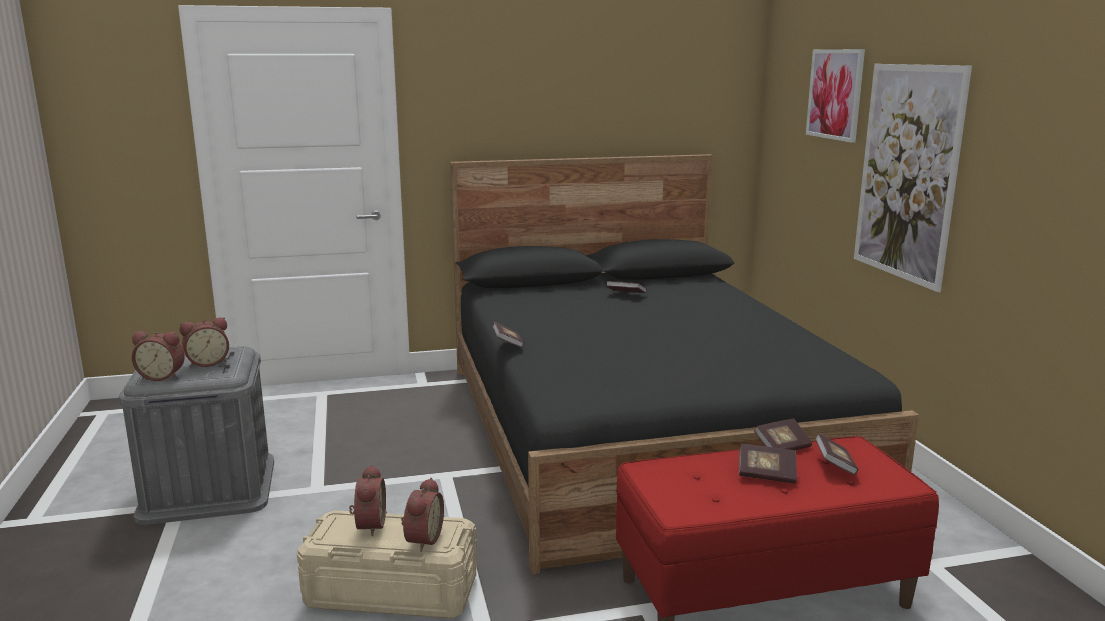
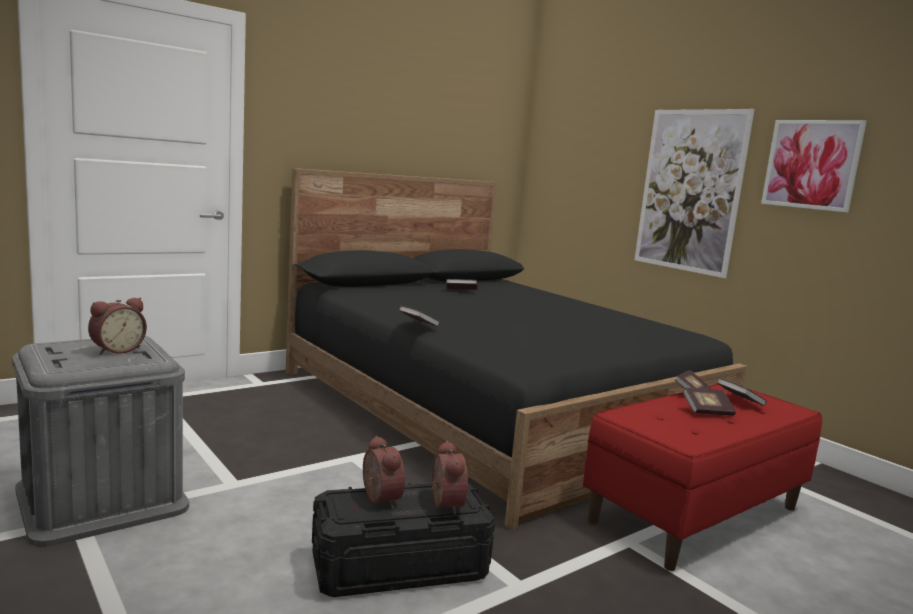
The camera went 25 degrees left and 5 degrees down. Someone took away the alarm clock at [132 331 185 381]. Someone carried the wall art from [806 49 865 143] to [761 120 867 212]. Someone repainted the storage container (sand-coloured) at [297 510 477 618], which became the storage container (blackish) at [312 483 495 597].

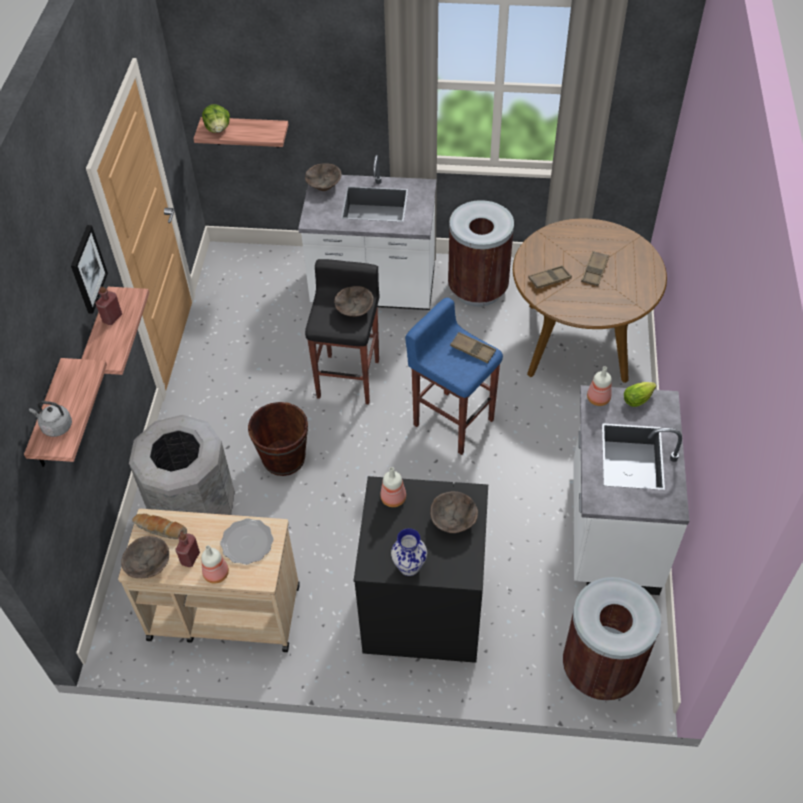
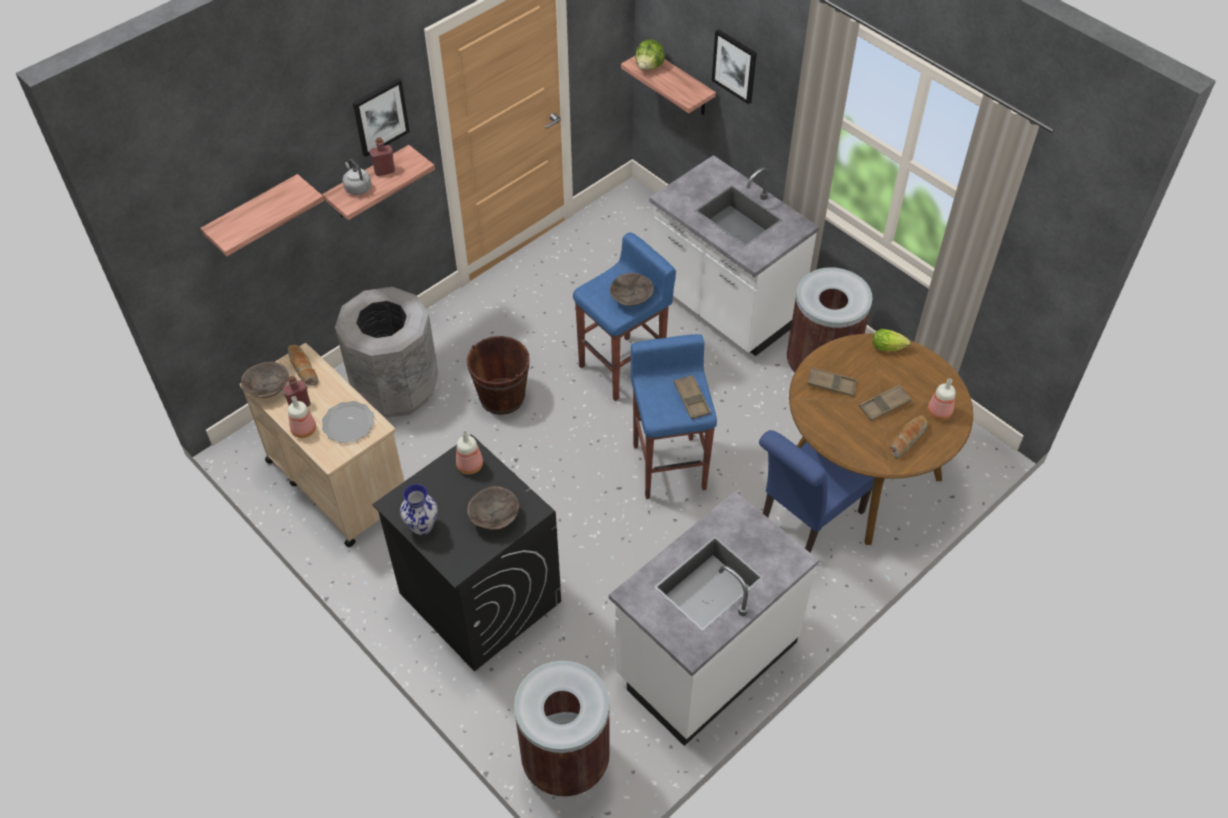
The camera went 40 degrees right and 0 degrees up. Someone took away the serving bowl (brownish) at [305 163 342 191]. Someone put up the wall art at [712 29 757 104]. Someone put down the chair (bluish) at [759 430 874 553]. Someone put down the bakery bread at [890 415 928 458]. Someone carried the water kettle (greyish) from [29 401 72 437] to [343 159 371 195]. Someone carried the bottle from [587 366 612 406] to [928 378 956 420]. Someone carried the head of lettuce from [624 382 656 407] to [873 329 910 351]. Someone repainted the stool seat (blackish) at [305 259 380 404], which became the stool seat (bluish) at [573 232 676 401].

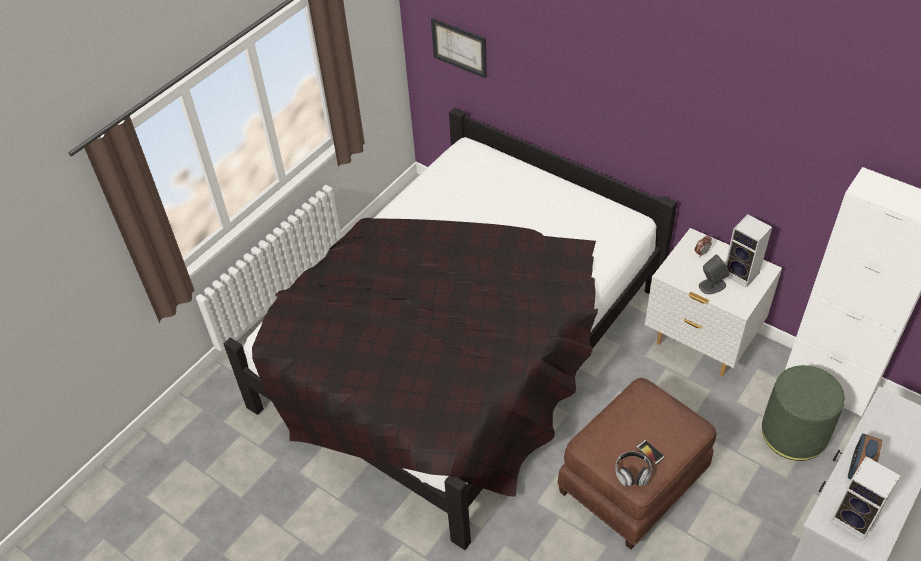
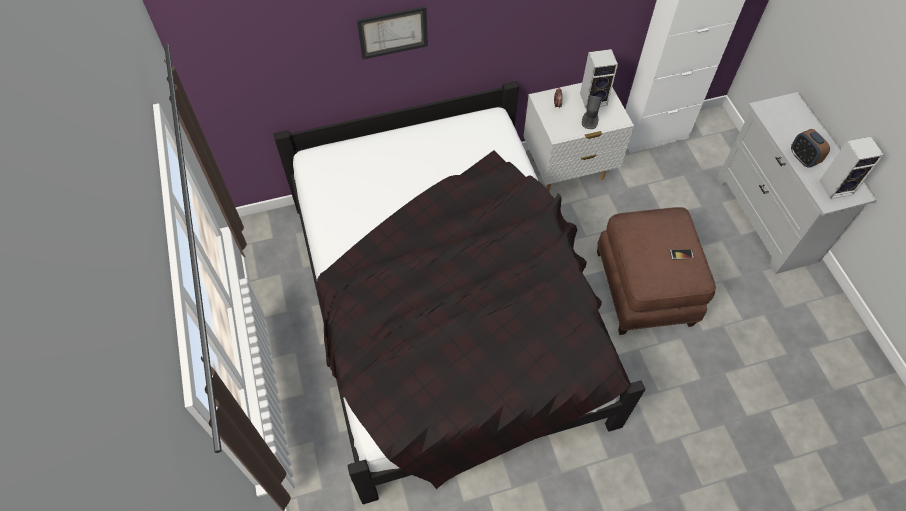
The camera went 55 degrees left and 10 degrees up. Someone took away the headphones at [615 451 652 486]. Someone took away the ottoman (green-coloured) at [762 365 845 461]. Someone carried the wall art from [431 18 487 78] to [357 6 428 60].

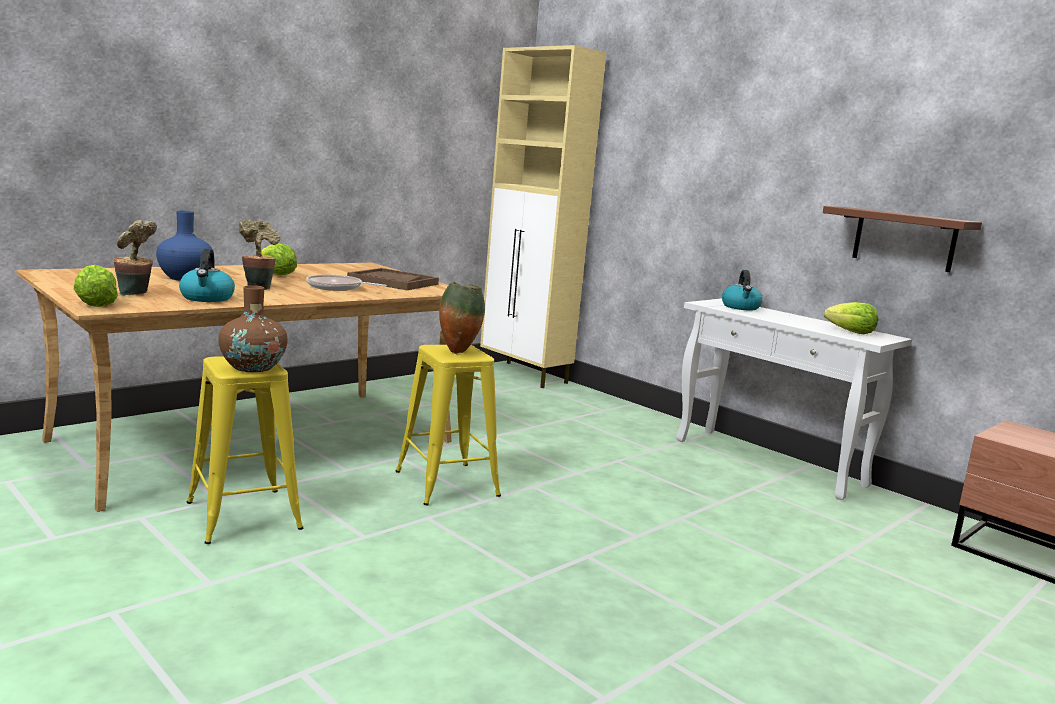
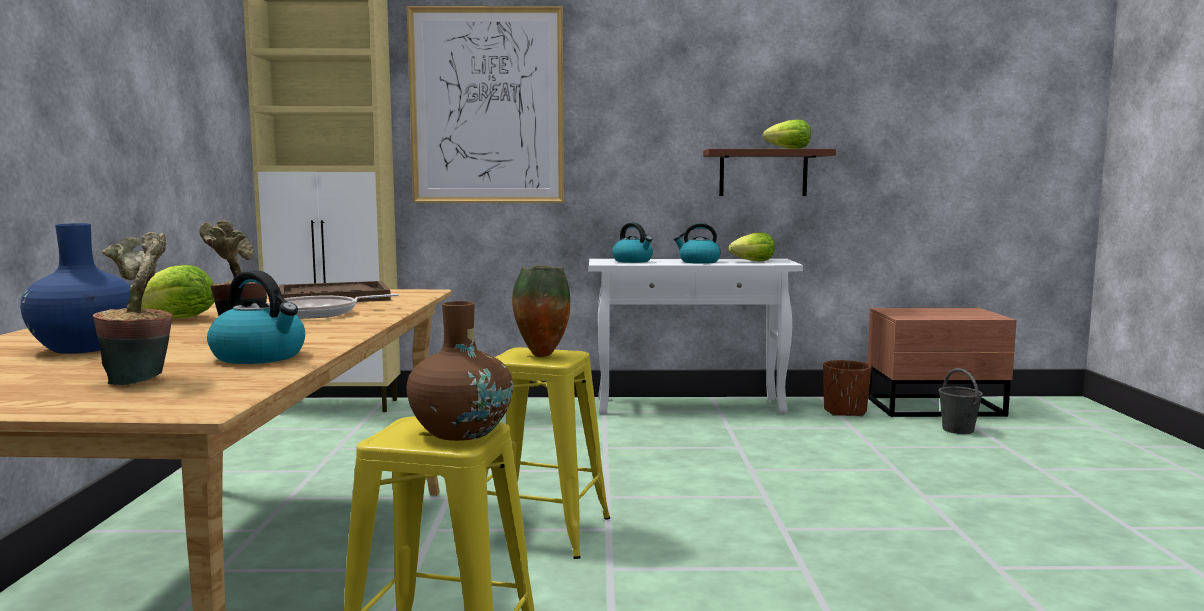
The camera went 45 degrees left and 5 degrees down. Someone put up the wall art at [407 6 564 203]. Someone put down the water kettle at [674 223 721 264]. Someone put down the flower pot (brownish) at [823 360 872 416]. Someone put down the water bucket (greyish) at [939 368 983 434]. Someone carried the head of lettuce from [74 265 118 307] to [763 120 811 149].

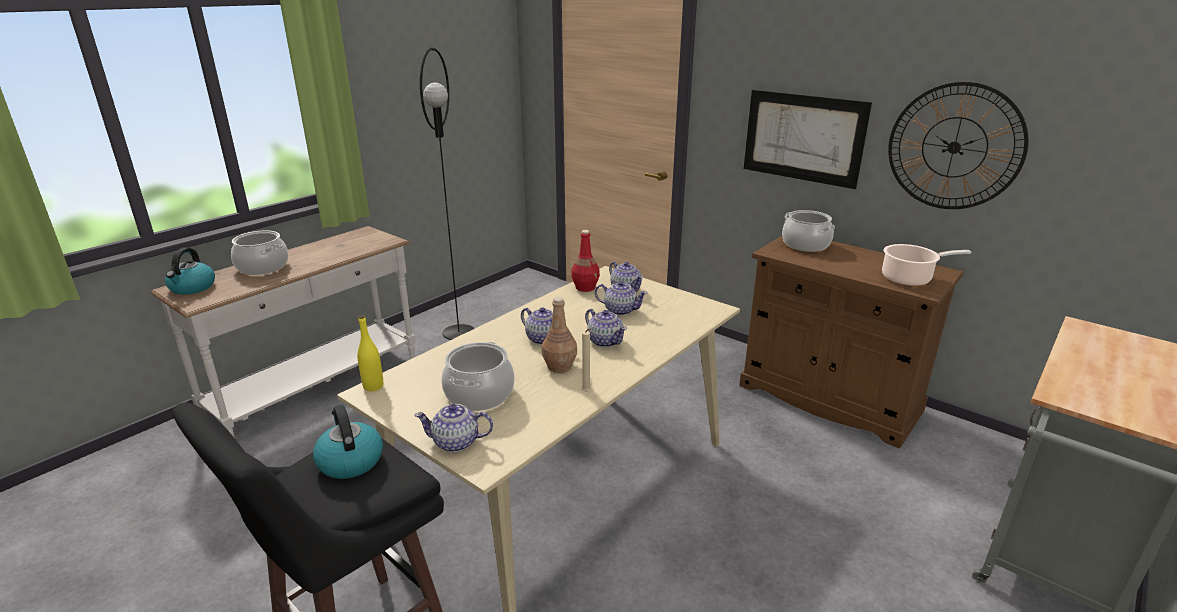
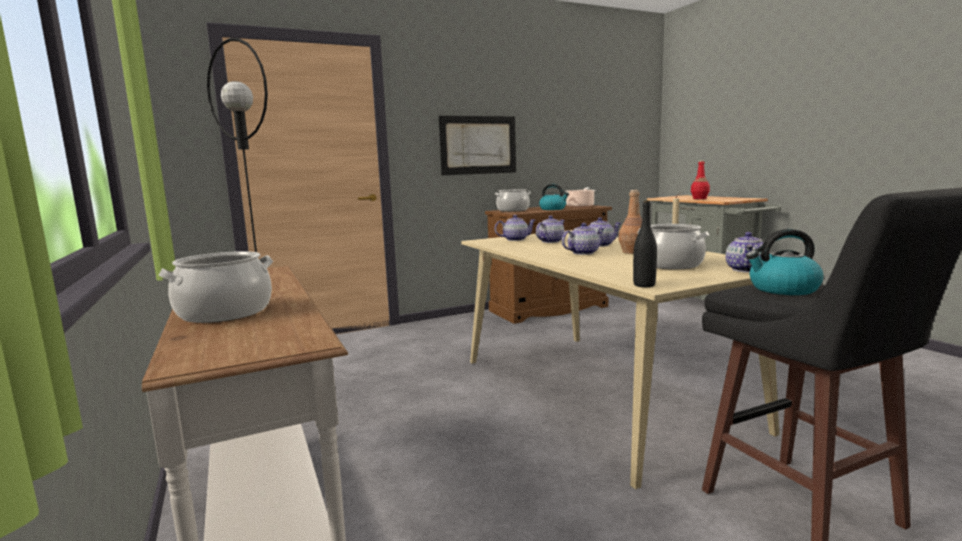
The camera went 65 degrees left and 15 degrees down. Someone took away the clock on the wall at [888 82 1029 209]. Someone carried the water kettle from [165 247 215 295] to [539 184 569 210]. Someone carried the bottle (red) from [571 230 600 292] to [691 160 710 199]. Someone repainted the bottle (yellowish) at [357 315 383 392], which became the bottle (blackish) at [633 200 657 287].

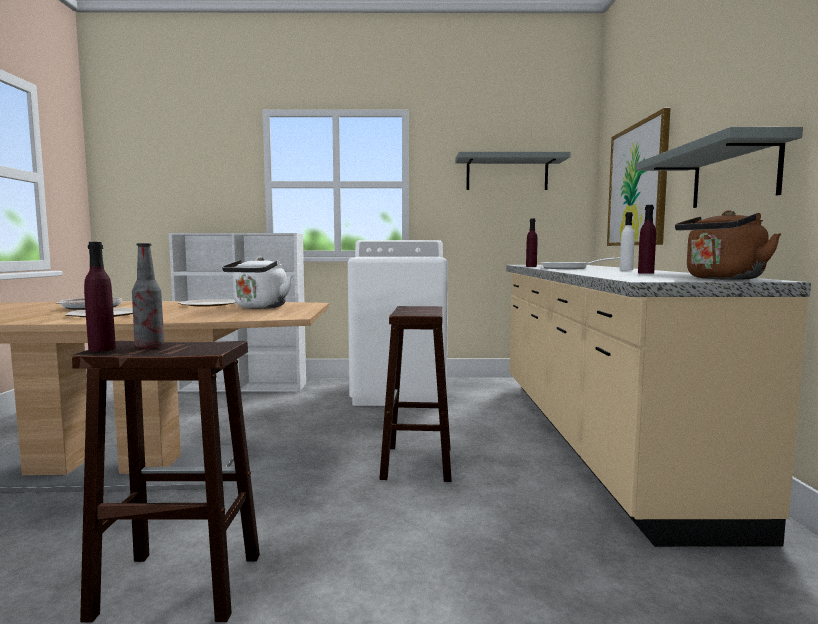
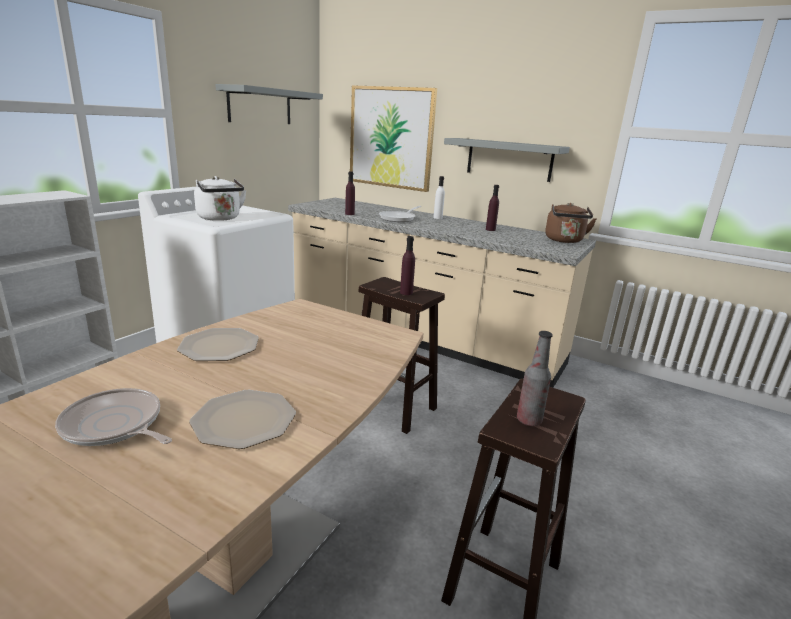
The camera went 60 degrees left and 15 degrees up. Someone carried the bottle (purple-coloured) from [84 242 116 352] to [400 236 415 295]. Someone carried the water kettle (white-coloured) from [222 257 293 309] to [194 176 247 221].

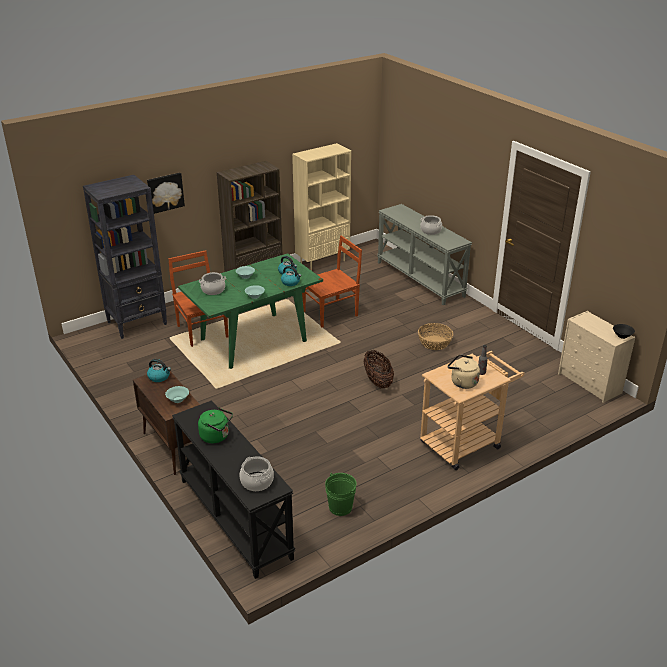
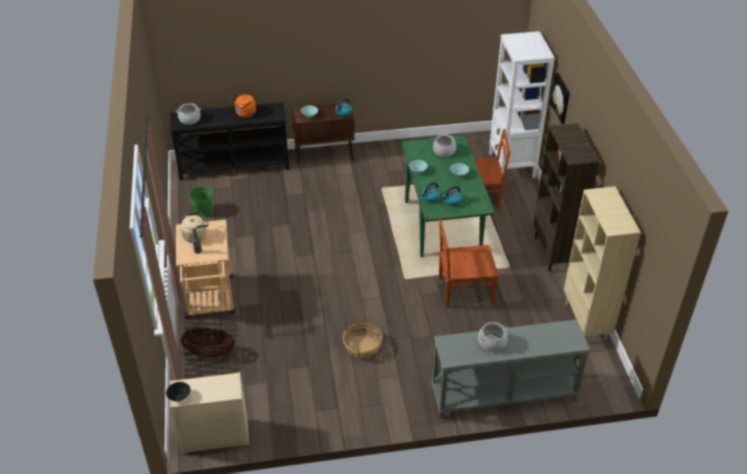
The camera went 115 degrees right and 10 degrees up. Someone carried the basket from [364 350 394 388] to [181 328 235 357]. Someone repainted the bookshelf (blackish) at [83 175 167 339], which became the bookshelf (white-coloured) at [489 31 555 178]. Someone repainted the water kettle (green-coloured) at [198 408 233 443], which became the water kettle (orange-coloured) at [231 94 256 118]. Someone rotated the chair (brownish) at [302 236 362 327] by 90 degrees clockwise.

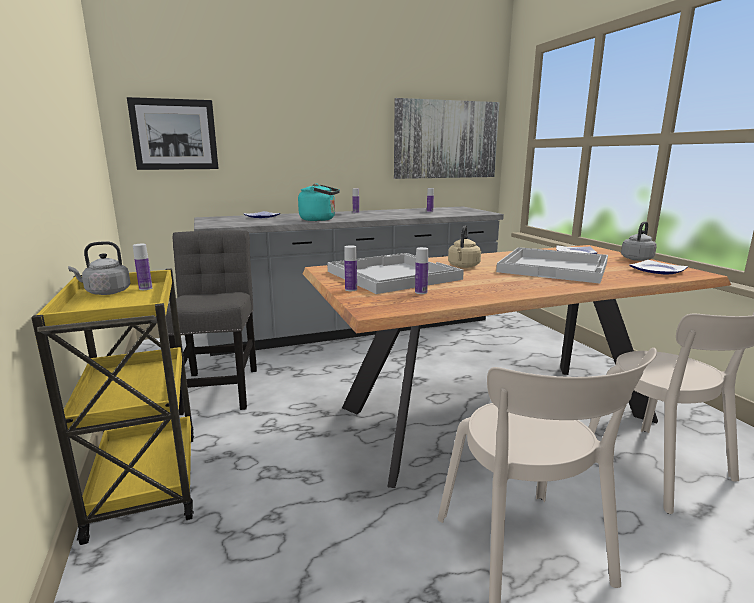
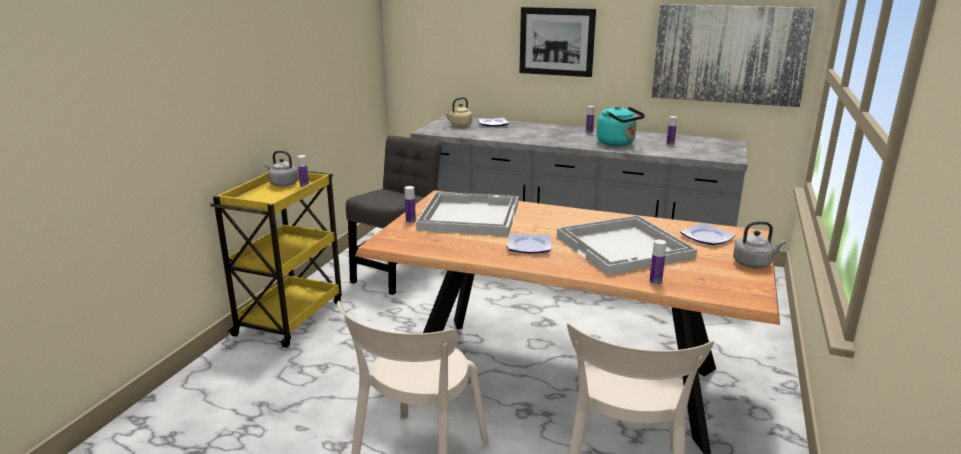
The camera went 40 degrees right and 5 degrees up. Someone carried the wall art from [127 97 219 170] to [519 7 596 77]. Someone carried the water kettle (turquoise) from [298 183 340 221] to [597 106 645 146]. Someone carried the bottle from [415 247 428 294] to [649 239 666 285]. Someone carried the water kettle (sand-coloured) from [448 225 481 268] to [444 97 472 127]. Someone carried the dinner plate from [629 260 688 275] to [507 233 552 253].

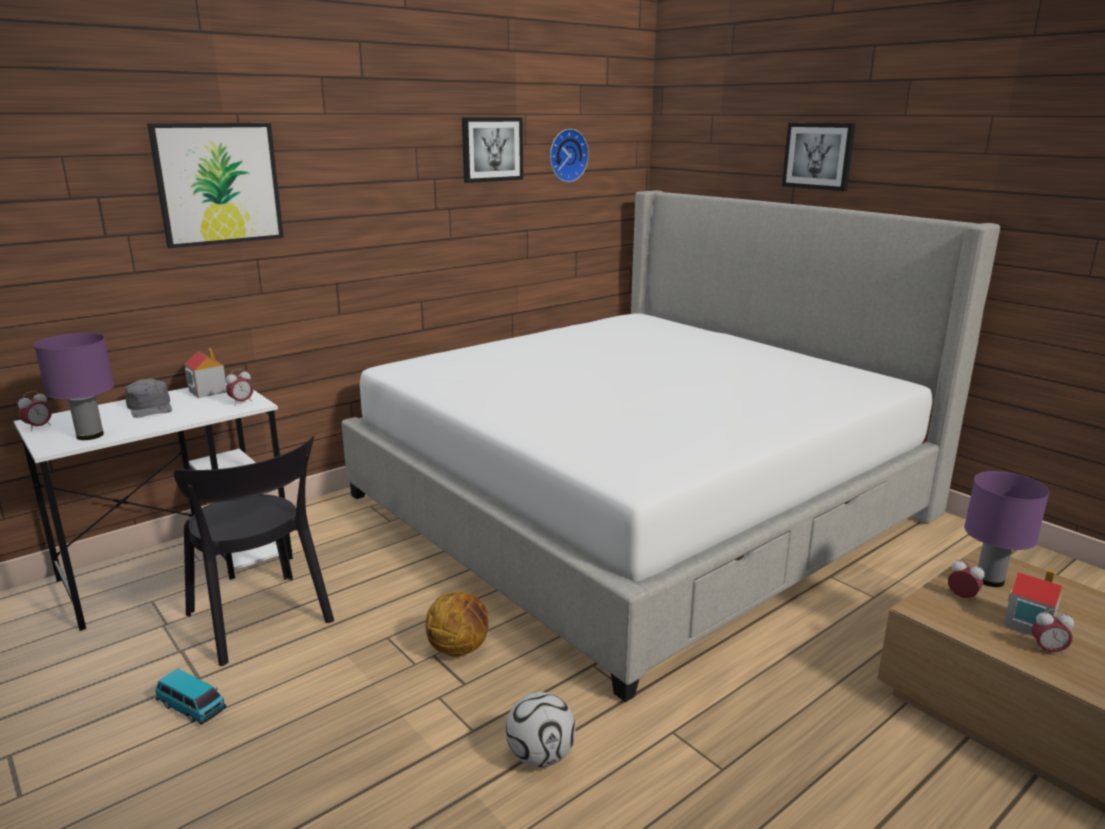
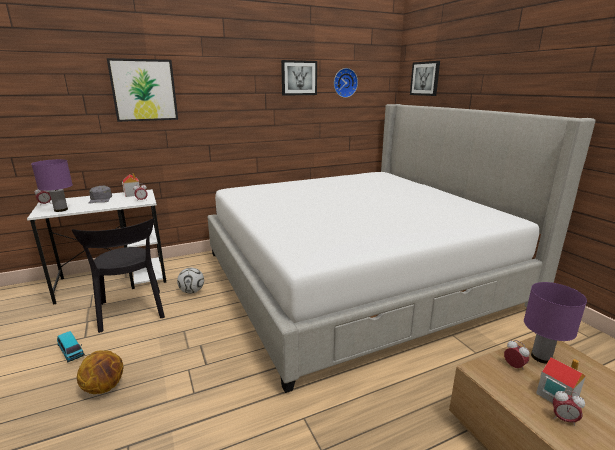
The camera went 15 degrees right and 0 degrees up. Someone carried the ball for basketball from [425 591 489 657] to [77 350 123 394]. Someone carried the football ball from [506 692 576 767] to [177 268 204 294]. Someone carried the wall art from [782 123 855 191] to [410 61 440 96].

